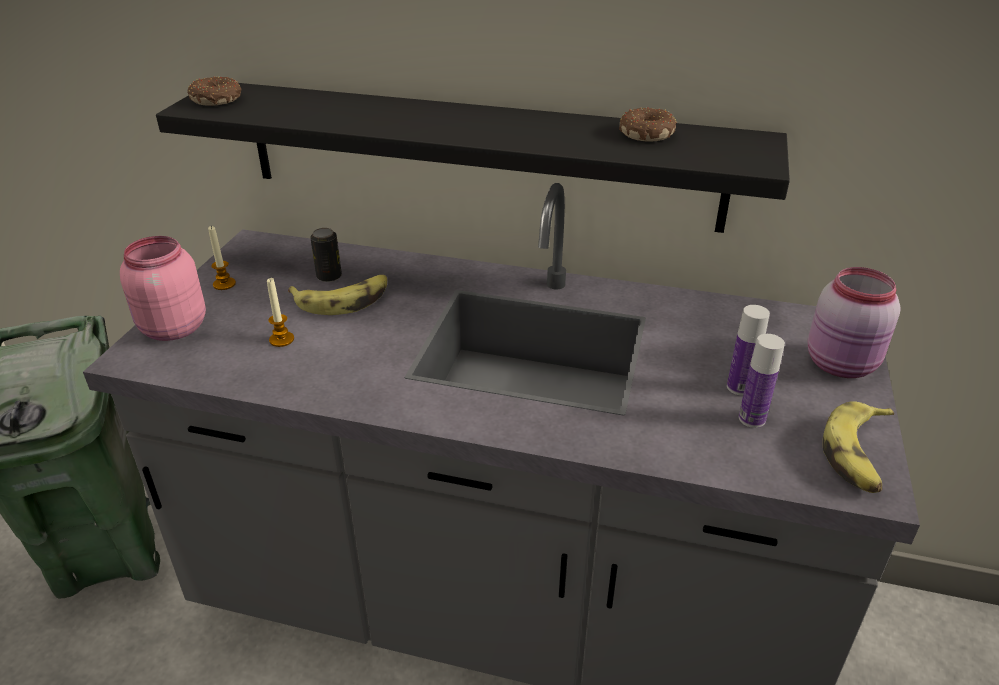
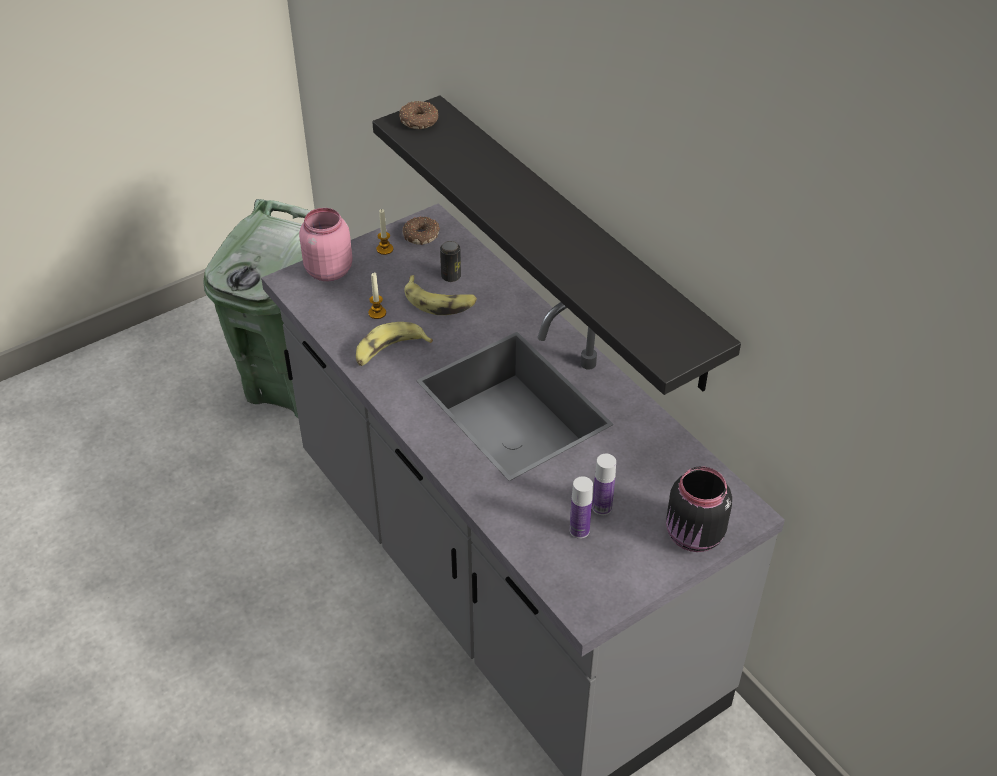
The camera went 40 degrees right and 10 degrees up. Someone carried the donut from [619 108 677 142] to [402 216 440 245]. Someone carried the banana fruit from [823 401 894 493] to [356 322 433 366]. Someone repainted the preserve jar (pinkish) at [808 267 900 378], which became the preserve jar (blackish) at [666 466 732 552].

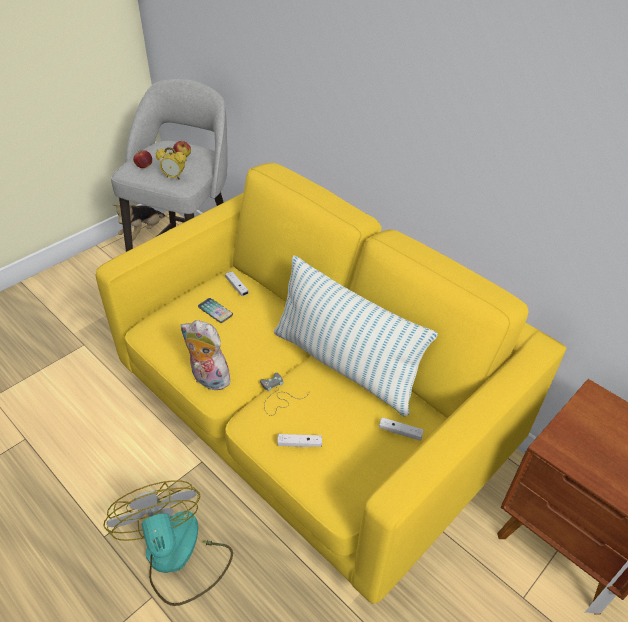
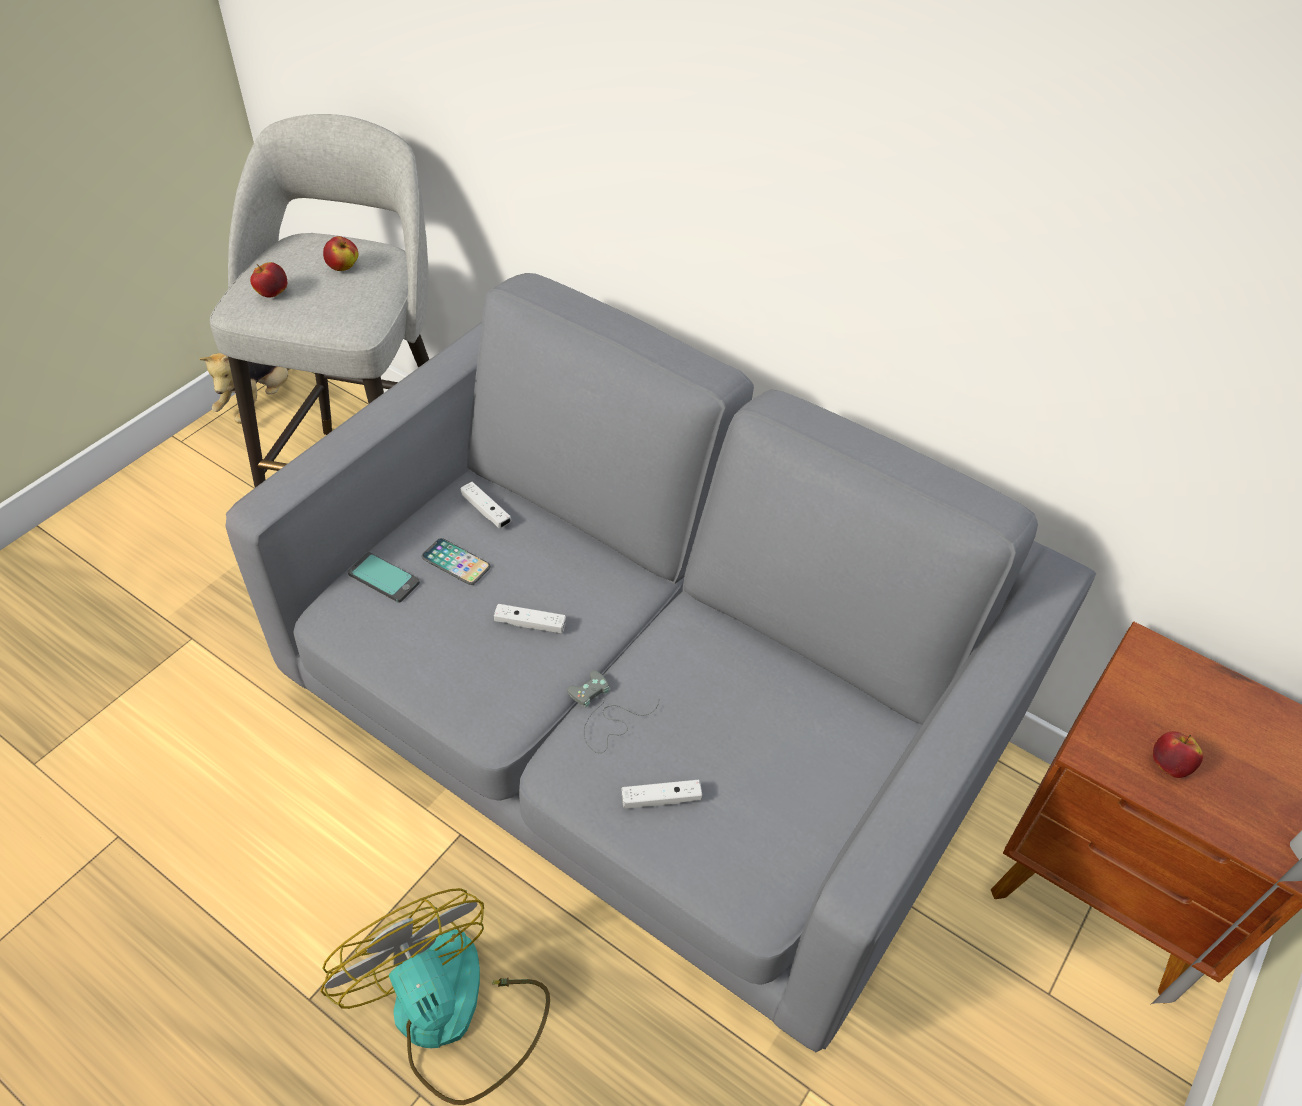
The camera went 10 degrees left and 5 degrees up. Someone took away the alarm clock at [156 147 186 180]. Someone took away the cuddly toy at [181 320 234 390]. Someone took away the cushion at [274 255 438 417]. Someone put down the telephone at [348 552 420 603]. Someone put down the whole apple at [1153 732 1203 778]. Someone carried the gamepad (white-coloured) from [379 417 424 441] to [494 604 566 633]. Someone repainted the couch (yellowish) at [96 163 567 604], which became the couch (greyish) at [225 273 1096 1052].

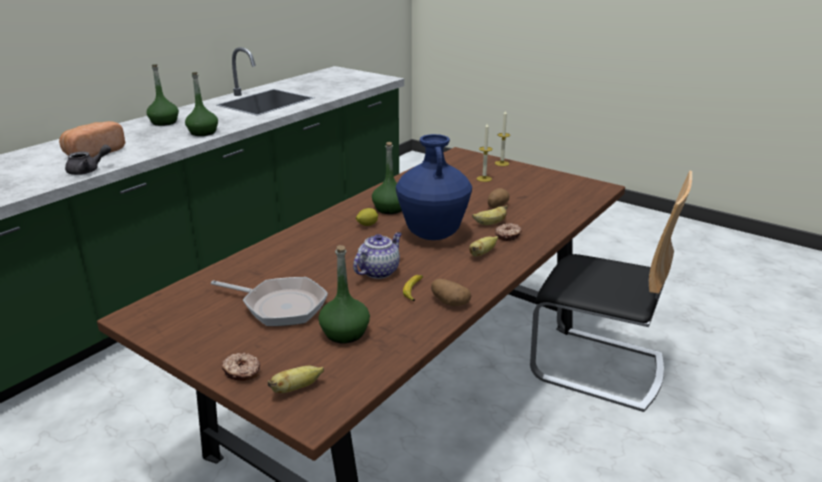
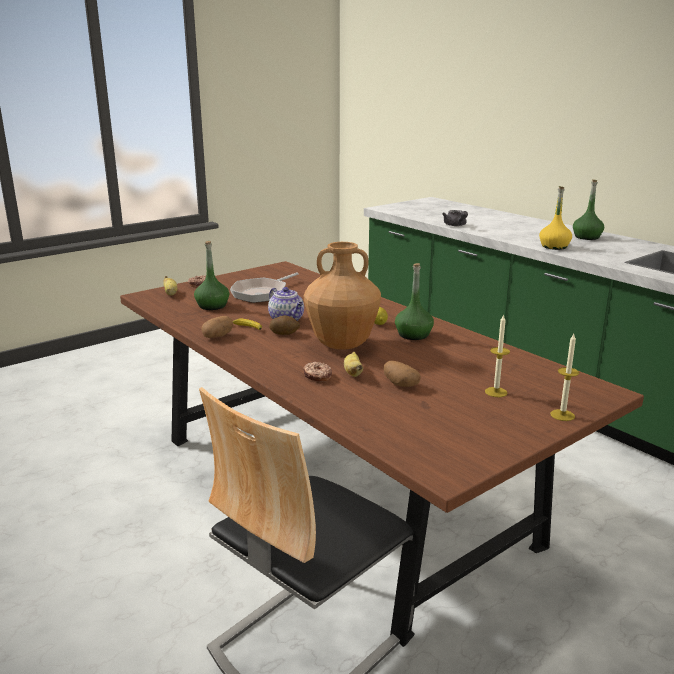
The camera went 105 degrees right and 5 degrees down. Someone took away the bakery bread at [59 121 125 158]. Someone took away the banana fruit at [469 236 498 257]. Someone put down the potato at [269 315 300 335]. Someone repainted the bottle (green-coloured) at [185 72 218 136], which became the bottle (yellowish) at [539 186 572 250]. Someone repainted the flower vase (bluish) at [396 134 472 240], which became the flower vase (brownish) at [304 242 381 350].

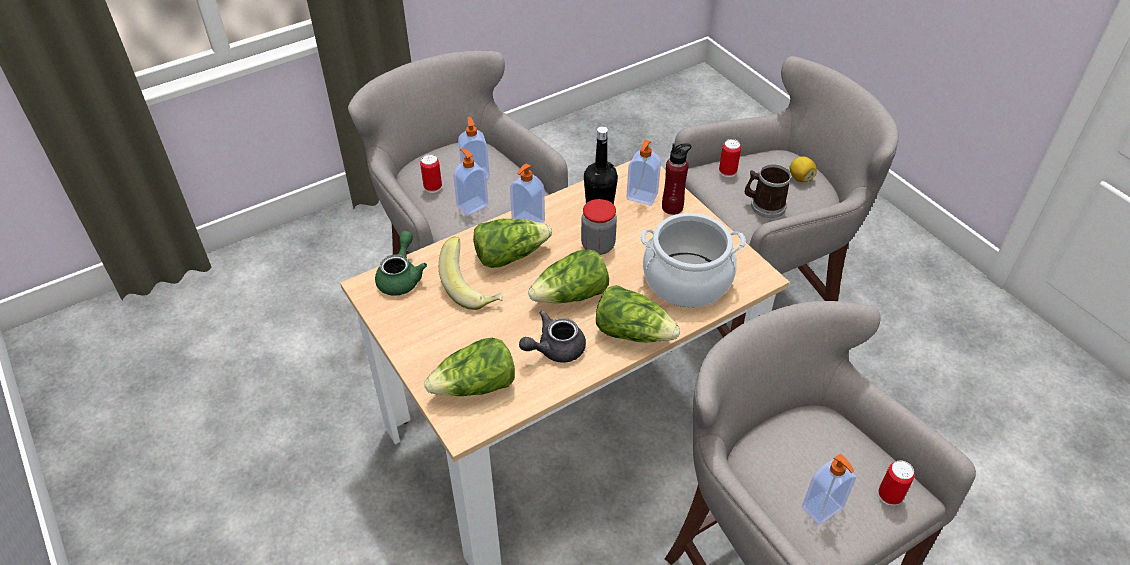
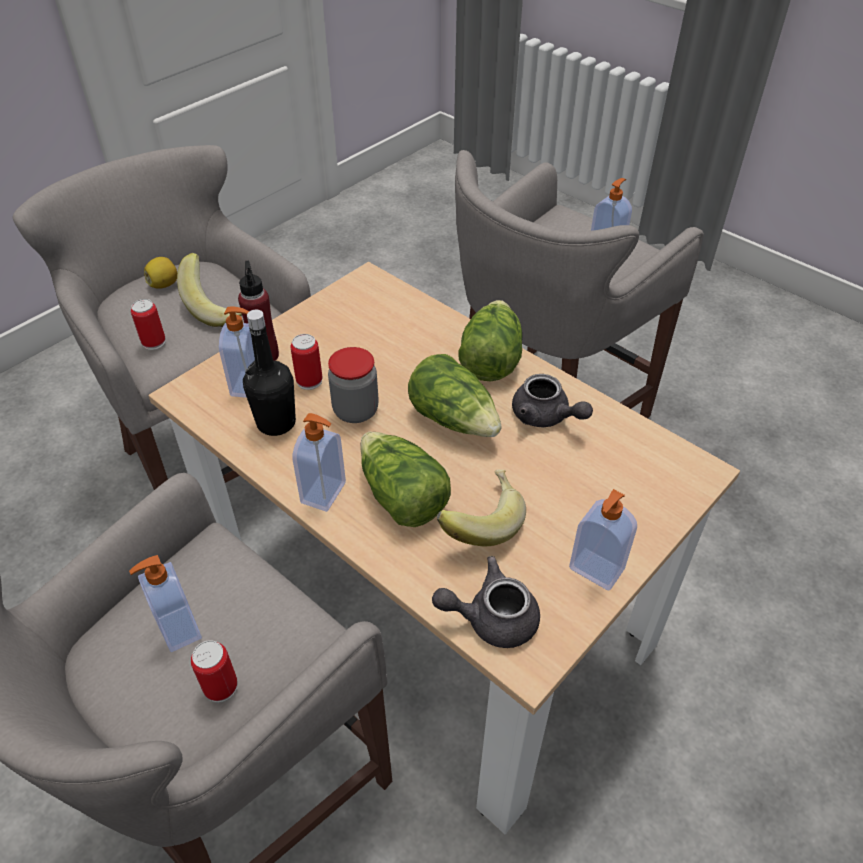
The camera went 105 degrees left and 0 degrees up. Someone took away the head of lettuce at [425 338 515 396]. Someone took away the stockpot at [641 213 746 307]. Someone carried the liquid soap bottle from [453 148 488 216] to [569 489 637 590]. Someone carried the sealed can from [878 461 915 506] to [290 334 322 390]. Someone swapped the coffee mug at [745 164 792 218] for the banana fruit at [177 253 242 327]. Someone repainted the tea pot (green-coloured) at [375 231 427 296], which became the tea pot (greyish) at [432 556 540 648].

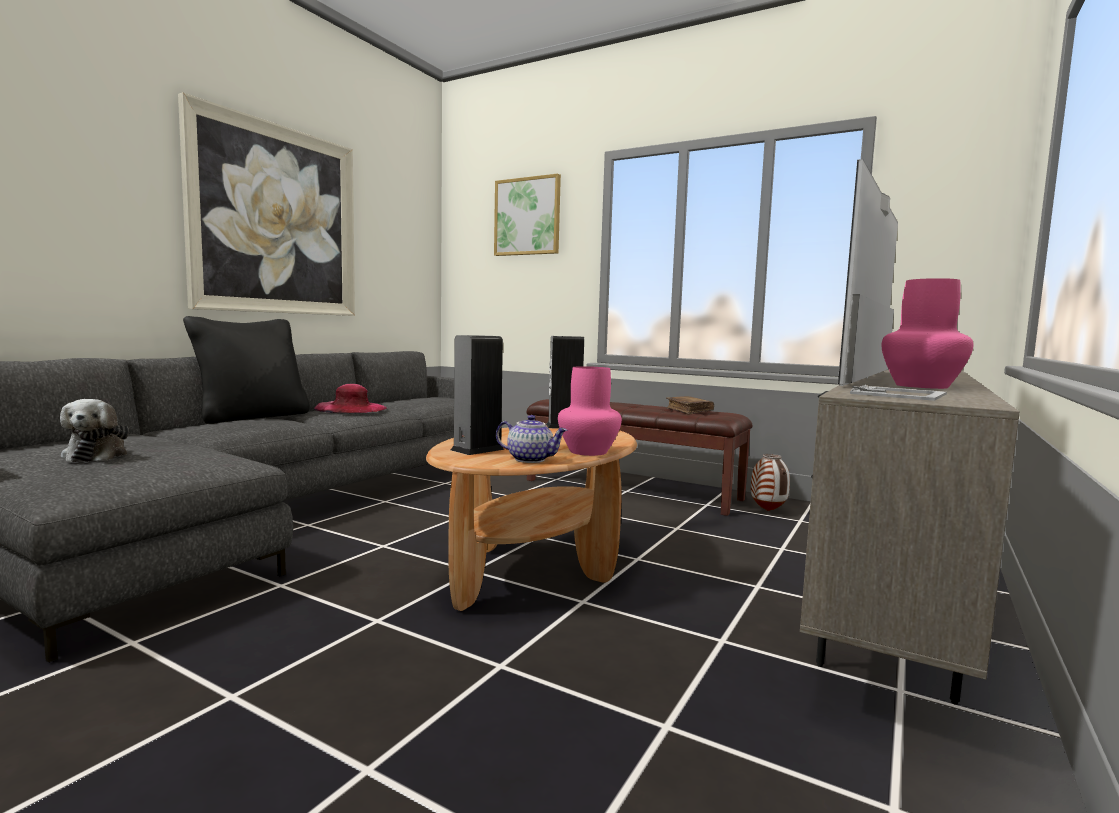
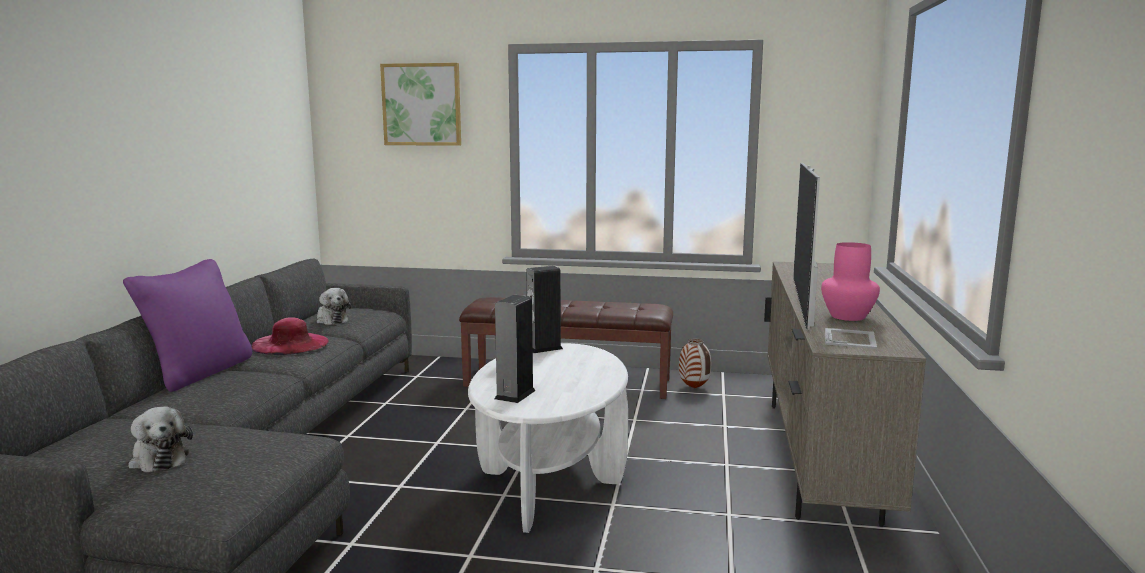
The camera went 20 degrees left and 5 degrees up. Someone took away the wall art at [178 92 355 316]. Someone took away the tea pot at [496 415 567 463]. Someone took away the flower vase (pinkish) at [558 366 622 456]. Someone took away the book (brownish) at [666 396 714 415]. Someone put down the cuddly toy at [316 288 351 325]. Someone repainted the cushion (blackish) at [183 316 310 424], which became the cushion (purple-coloured) at [123 259 252 392]. Someone repainted the coffee table (brownish) at [426 425 637 611], which became the coffee table (white-coloured) at [468 343 628 533].

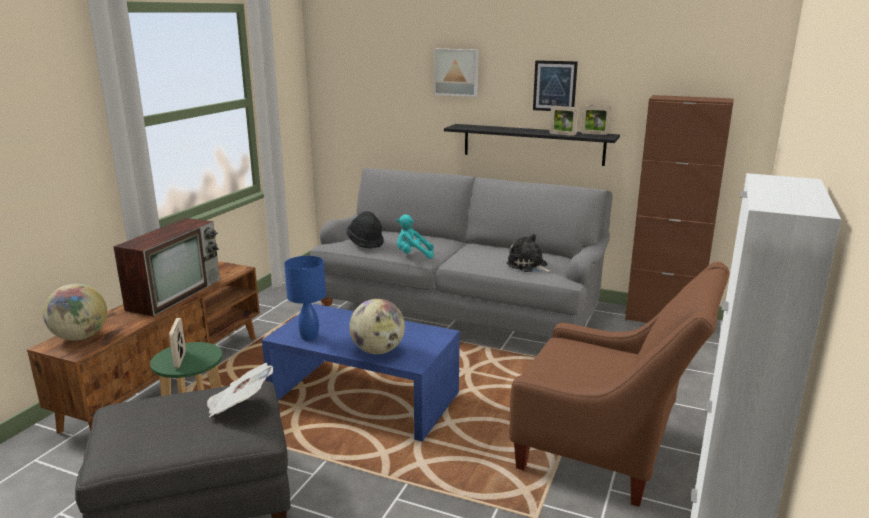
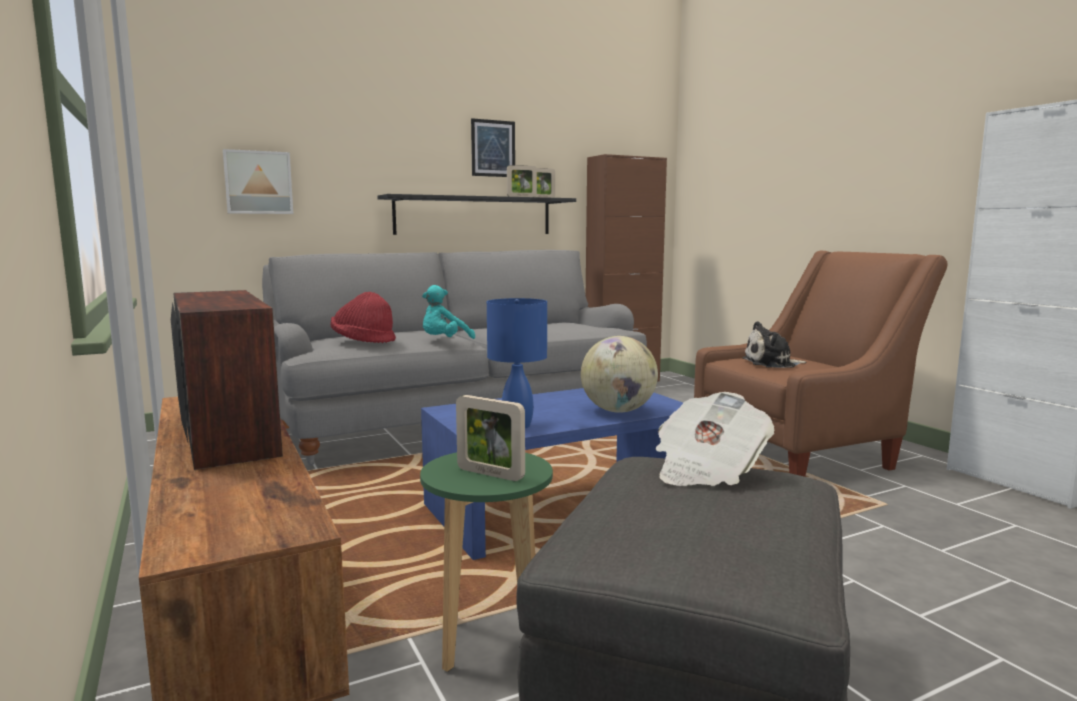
The camera went 50 degrees left and 10 degrees down. Someone took away the desk globe at [43 284 107 341]. Someone carried the wall art from [434 49 478 97] to [223 149 293 214]. Someone carried the cuddly toy from [506 233 553 273] to [743 321 806 368]. Someone repainted the clothing hat (blackish) at [346 211 384 248], which became the clothing hat (red) at [330 292 396 343].

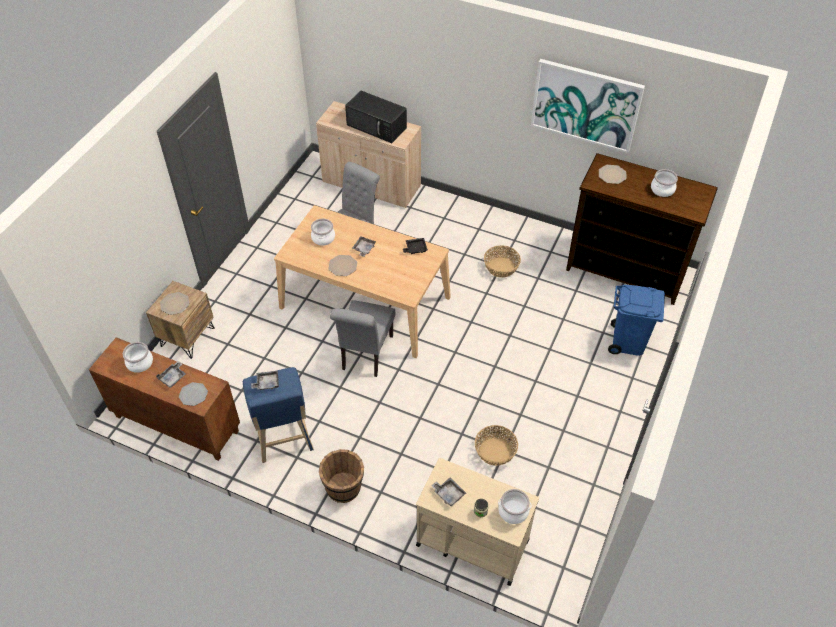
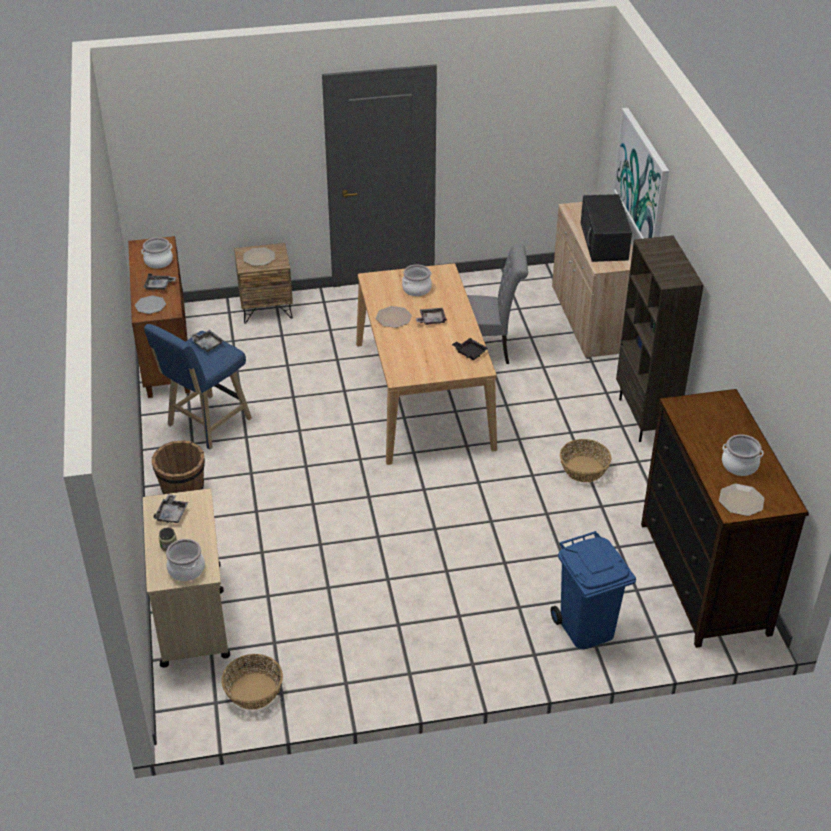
The camera went 55 degrees right and 10 degrees down. Someone took away the chair (greyish) at [330 300 395 377]. Someone put down the bookshelf (brownish) at [616 235 704 442]. Someone carried the basket from [475 425 518 466] to [222 654 283 710]. Someone carried the wall art from [531 59 645 153] to [613 108 669 239]. Someone carried the dinner plate from [599 165 627 184] to [719 484 764 516].

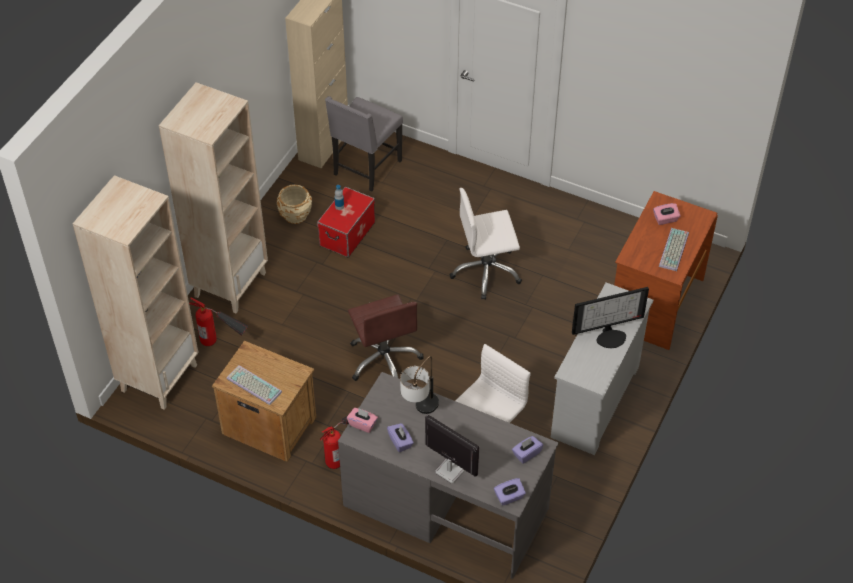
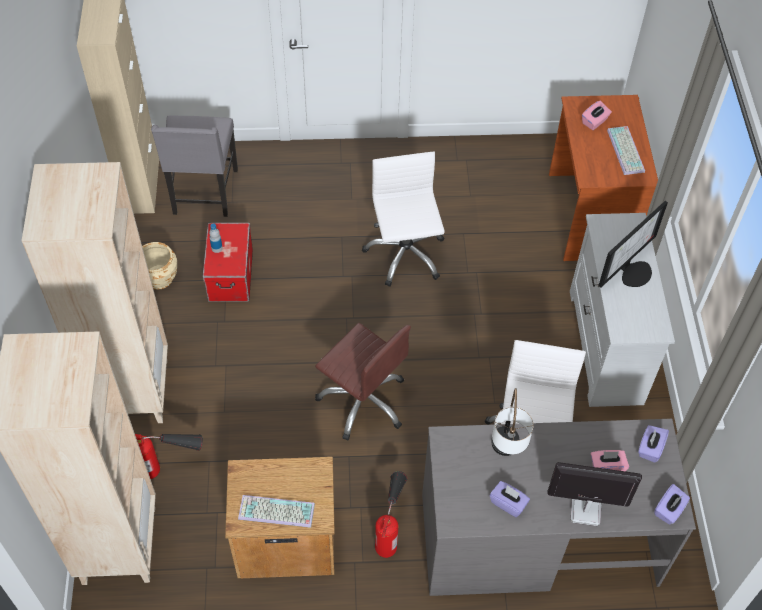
The camera went 30 degrees left and 5 degrees up. Someone carried the tissue holder (pinkish) from [347 408 378 433] to [591 450 629 472]. Someone rotated the desk chair (white-coloured) at [449 188 522 300] by 120 degrees clockwise.

